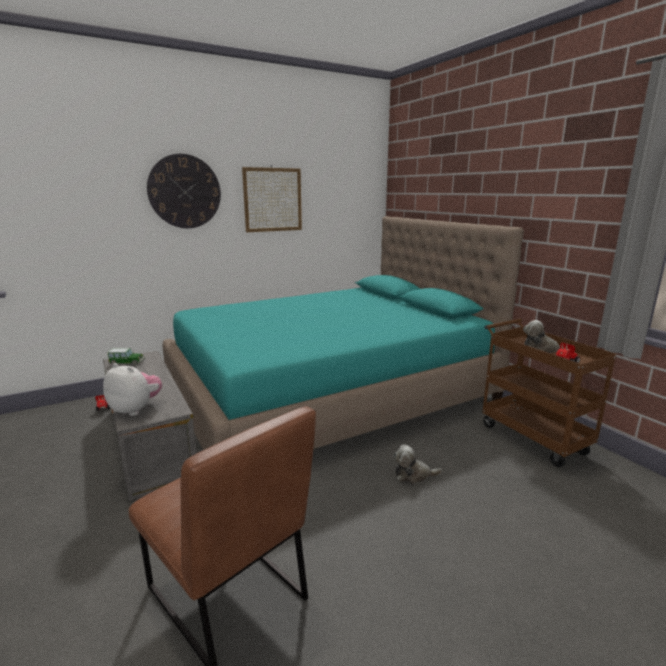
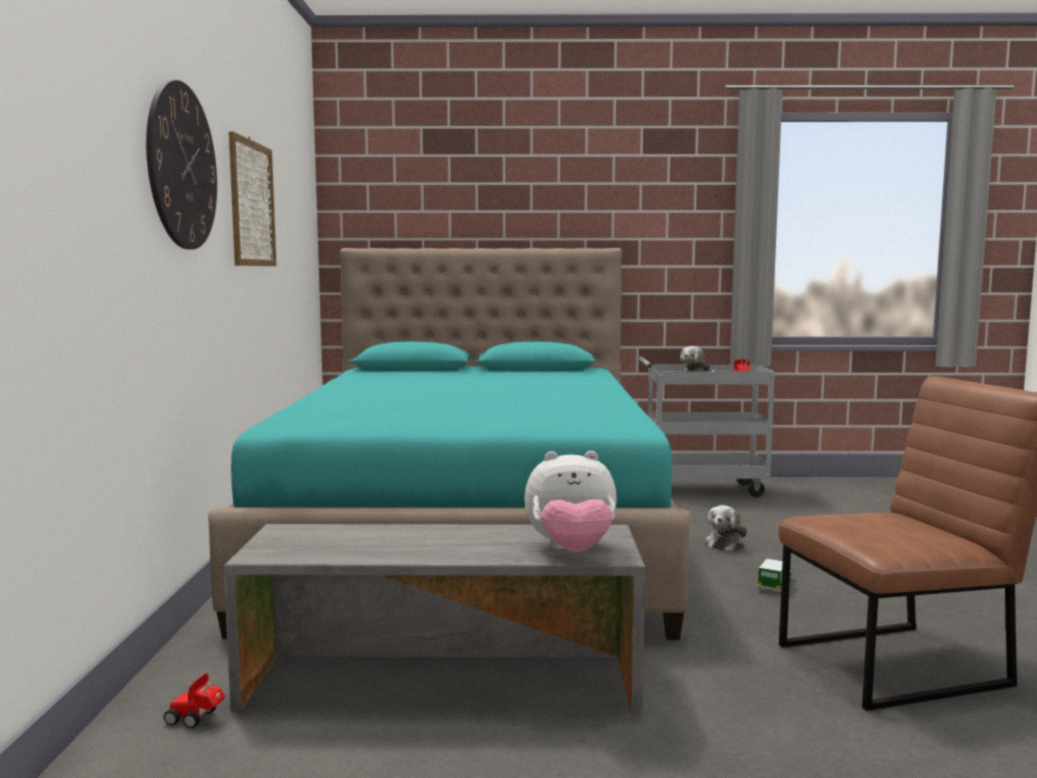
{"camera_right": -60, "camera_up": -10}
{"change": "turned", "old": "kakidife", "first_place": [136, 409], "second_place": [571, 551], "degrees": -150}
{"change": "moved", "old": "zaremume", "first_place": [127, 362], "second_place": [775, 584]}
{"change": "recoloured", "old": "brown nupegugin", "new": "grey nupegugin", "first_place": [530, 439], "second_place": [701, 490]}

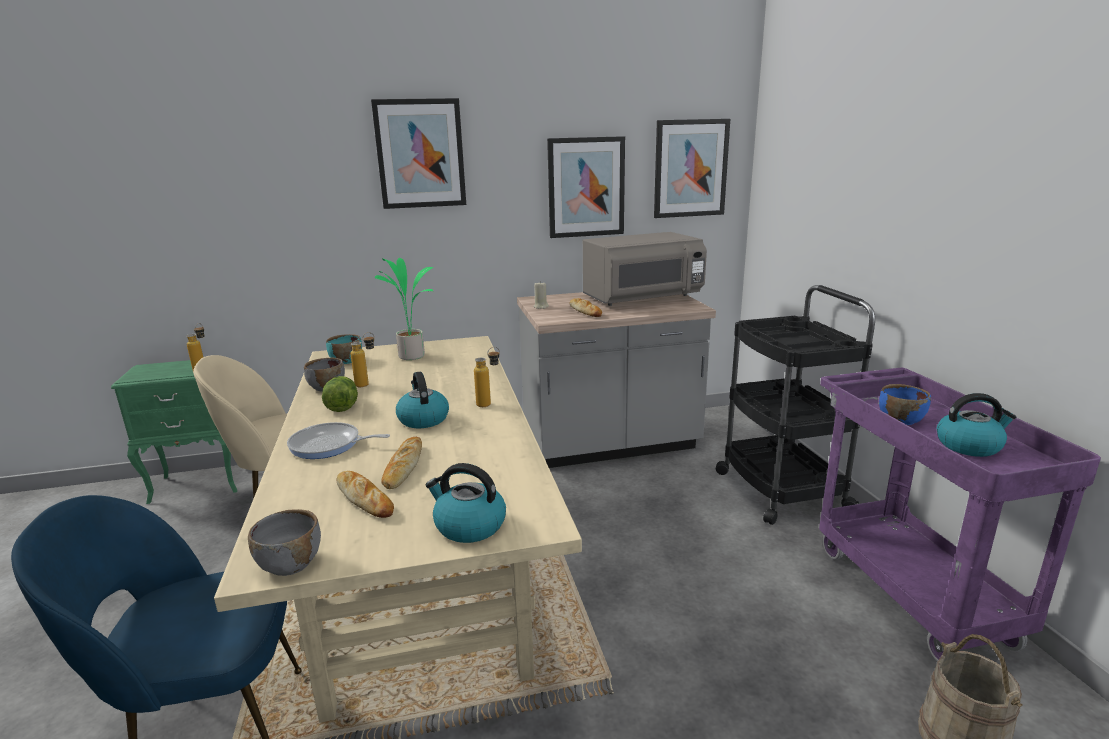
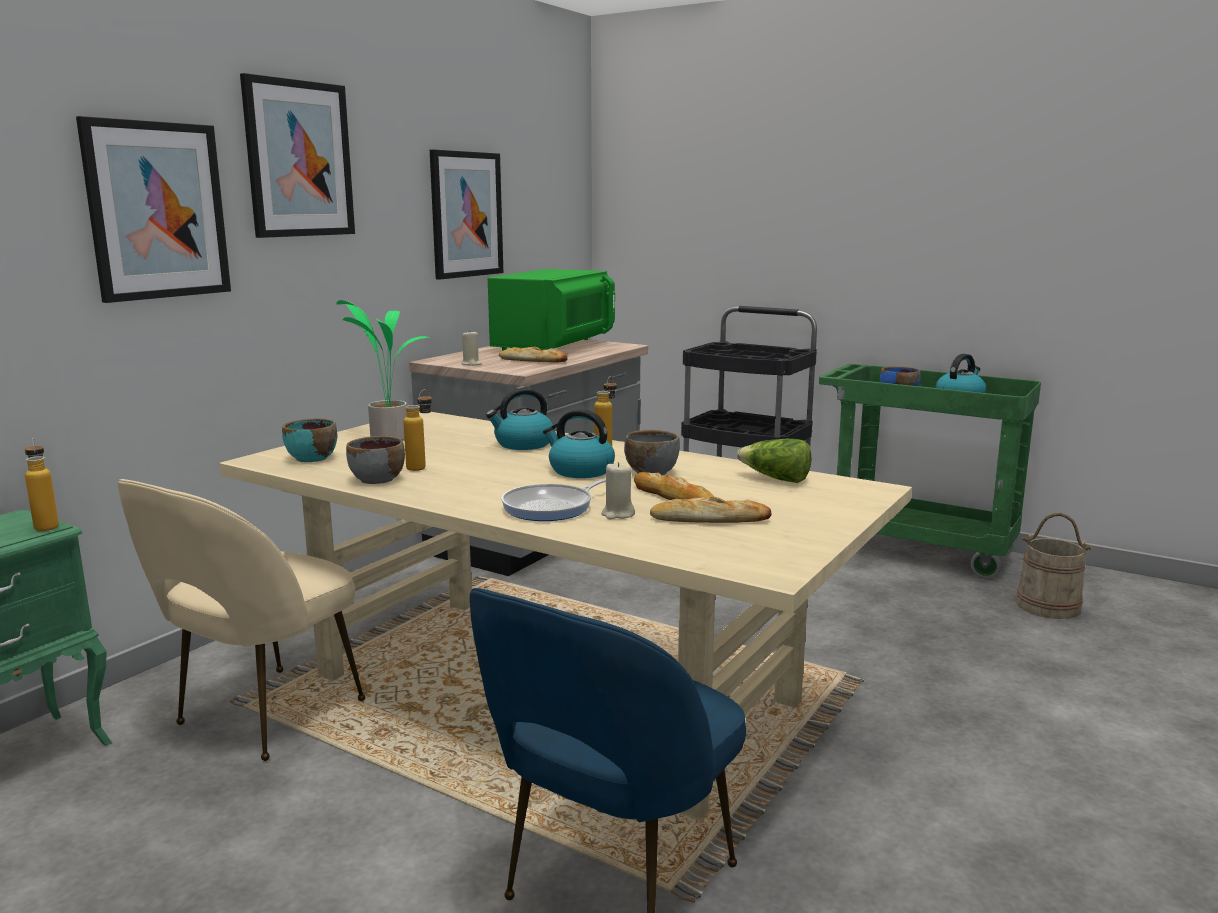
{"camera_right": -45, "camera_up": -5}
{"change": "moved", "old": "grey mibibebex", "first_place": [290, 564], "second_place": [651, 472]}
{"change": "moved", "old": "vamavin", "first_place": [341, 405], "second_place": [775, 479]}
{"change": "moved", "old": "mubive", "first_place": [469, 526], "second_place": [523, 444]}
{"change": "recoloured", "old": "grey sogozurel", "new": "green sogozurel", "first_place": [642, 299], "second_place": [555, 346]}
{"change": "moved", "old": "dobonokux", "first_place": [690, 168], "second_place": [157, 211]}
{"change": "recoloured", "old": "purple nupegugin", "new": "green nupegugin", "first_place": [904, 591], "second_place": [913, 551]}
{"change": "added", "new": "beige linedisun", "second_place": [617, 514]}

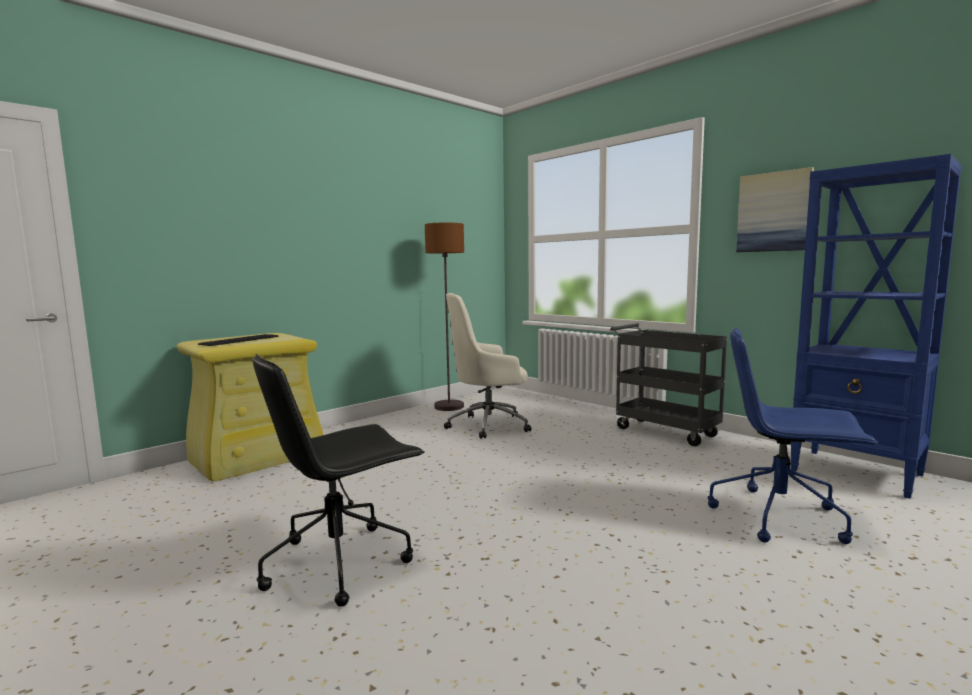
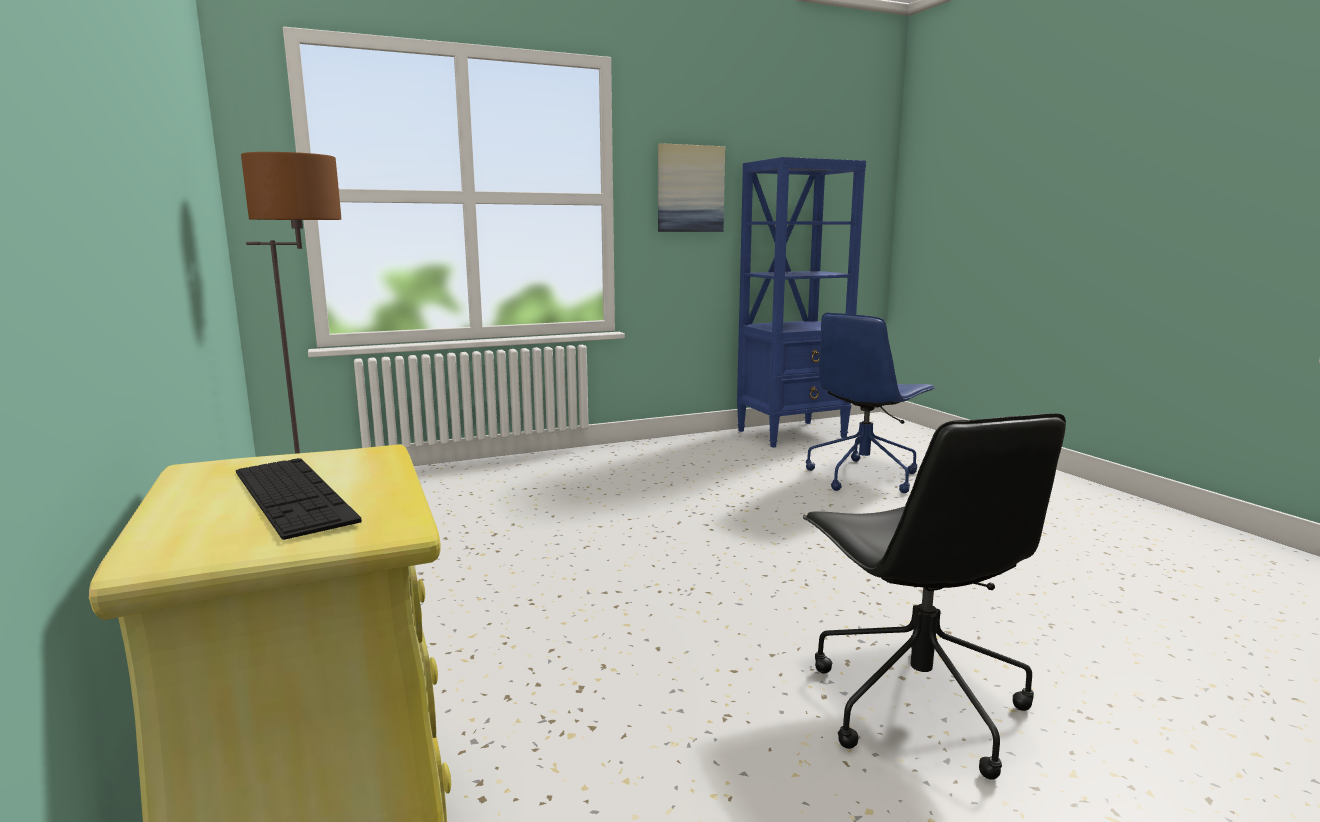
{"camera_right": -70, "camera_up": 5}
{"change": "removed", "old": "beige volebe", "first_place": [488, 426]}
{"change": "removed", "old": "grey nupegugin", "first_place": [663, 432]}

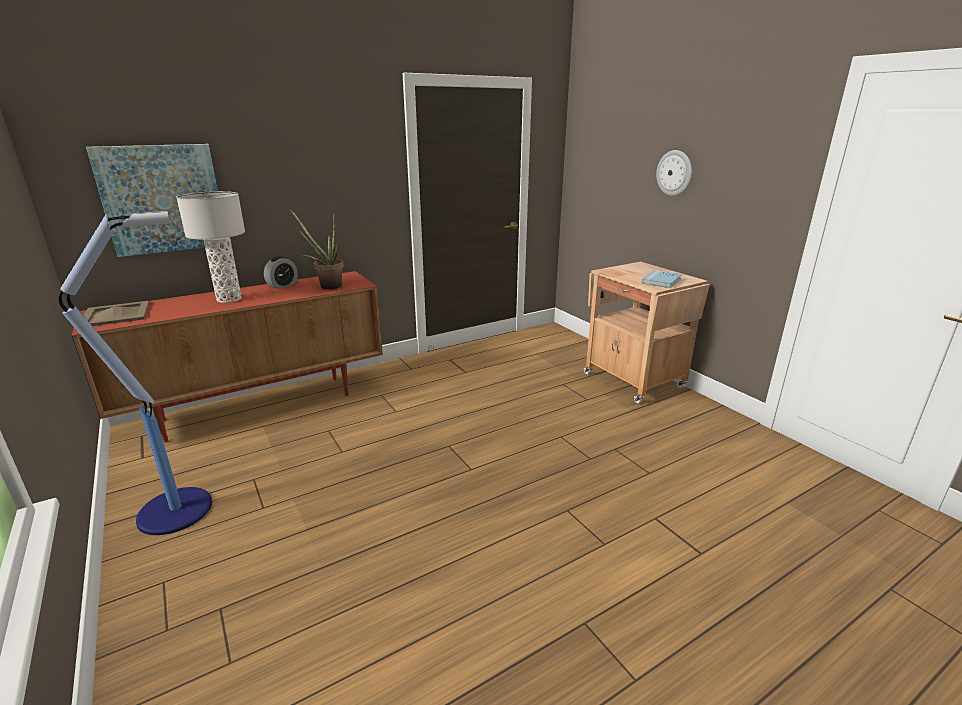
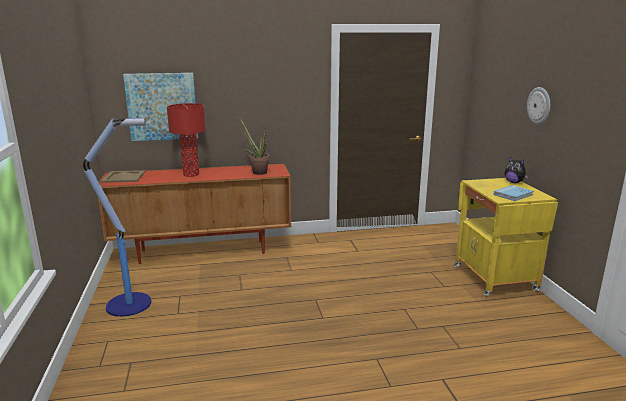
{"camera_right": 20, "camera_up": -5}
{"change": "recoloured", "old": "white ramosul", "new": "red ramosul", "first_place": [229, 299], "second_place": [191, 174]}
{"change": "removed", "old": "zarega", "first_place": [282, 285]}
{"change": "recoloured", "old": "brown nupegugin", "new": "yellow nupegugin", "first_place": [634, 382], "second_place": [495, 280]}
{"change": "added", "new": "kakidife", "second_place": [514, 182]}

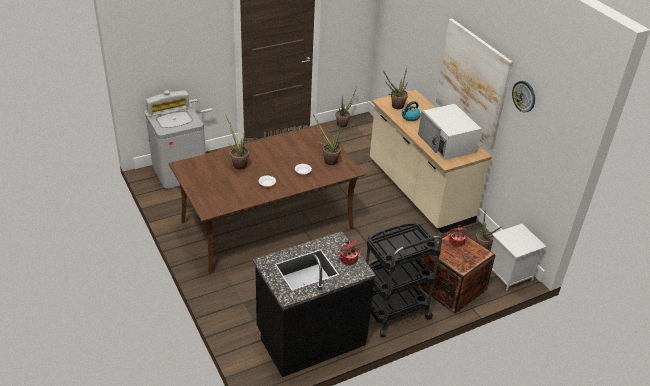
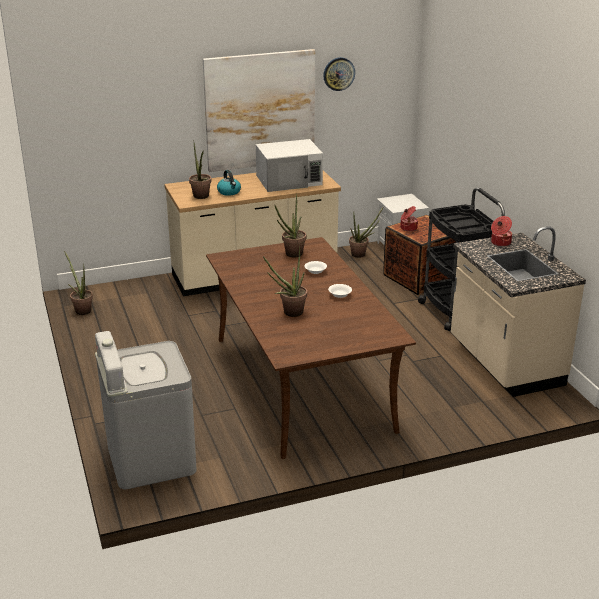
{"camera_right": -80, "camera_up": -10}
{"change": "recoloured", "old": "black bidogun", "new": "beige bidogun", "first_place": [310, 337], "second_place": [504, 364]}

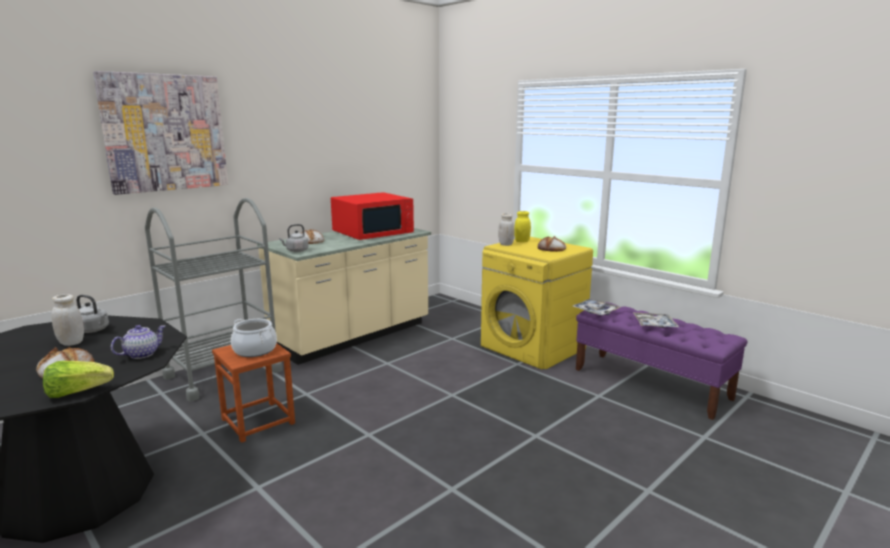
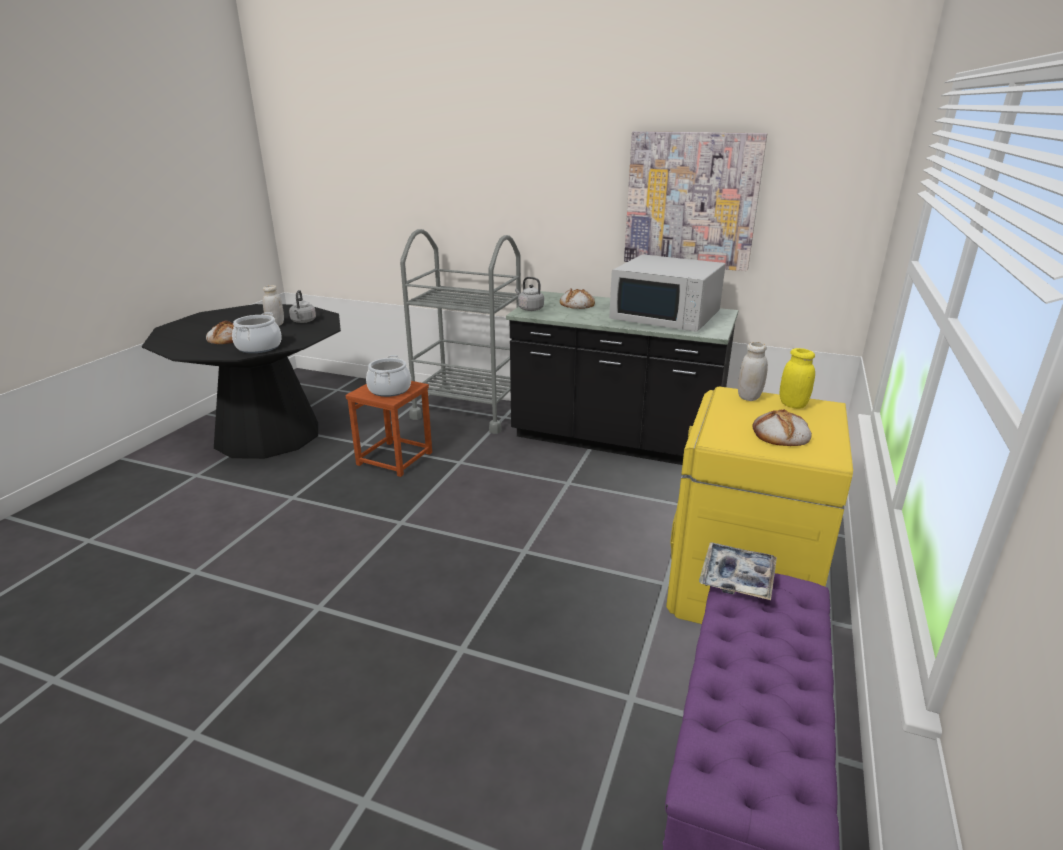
{"camera_right": 65, "camera_up": 10}
{"change": "removed", "old": "vamavin", "first_place": [77, 392]}
{"change": "moved", "old": "dobonokux", "first_place": [165, 133], "second_place": [691, 201]}
{"change": "replaced", "old": "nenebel", "new": "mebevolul", "first_place": [142, 354], "second_place": [259, 347]}
{"change": "recoloured", "old": "beige bidogun", "new": "black bidogun", "first_place": [353, 336], "second_place": [615, 440]}
{"change": "recoloured", "old": "red sogozurel", "new": "white sogozurel", "first_place": [373, 232], "second_place": [666, 316]}
{"change": "removed", "old": "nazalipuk", "first_place": [654, 325]}

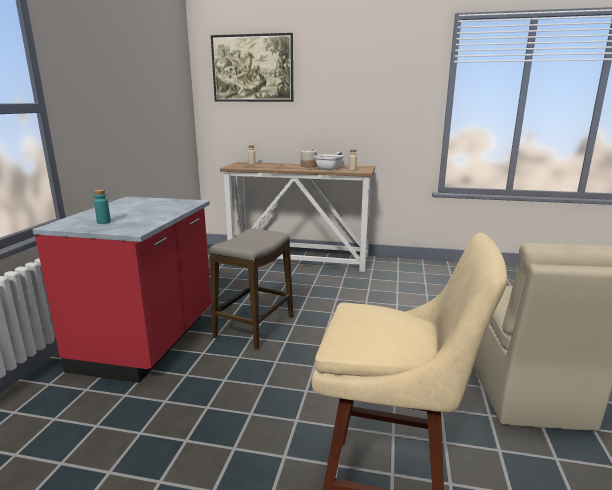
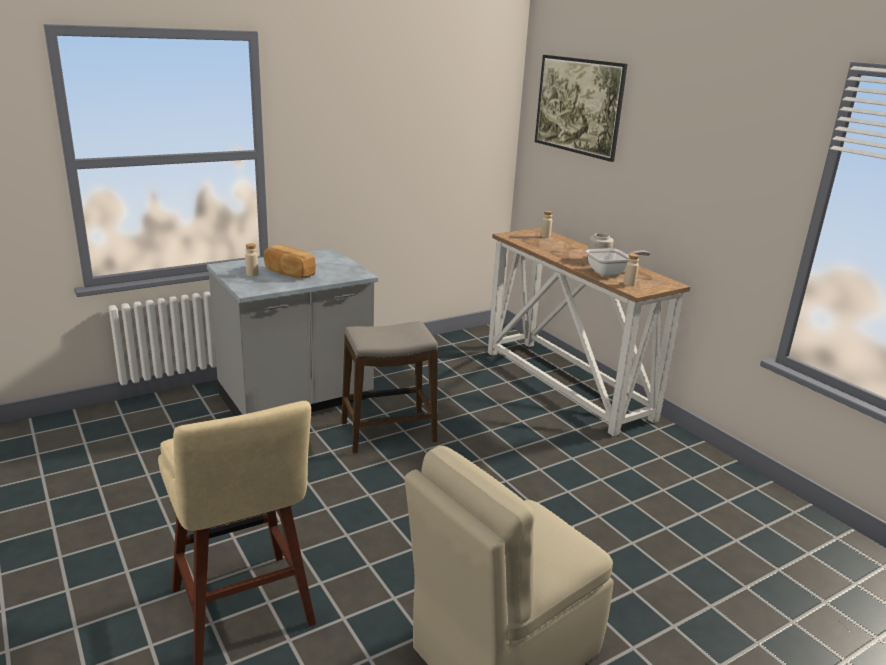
{"camera_right": 45, "camera_up": 5}
{"change": "recoloured", "old": "red bidogun", "new": "grey bidogun", "first_place": [148, 342], "second_place": [296, 400]}
{"change": "recoloured", "old": "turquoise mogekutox", "new": "beige mogekutox", "first_place": [104, 222], "second_place": [252, 274]}
{"change": "added", "new": "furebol", "second_place": [289, 273]}

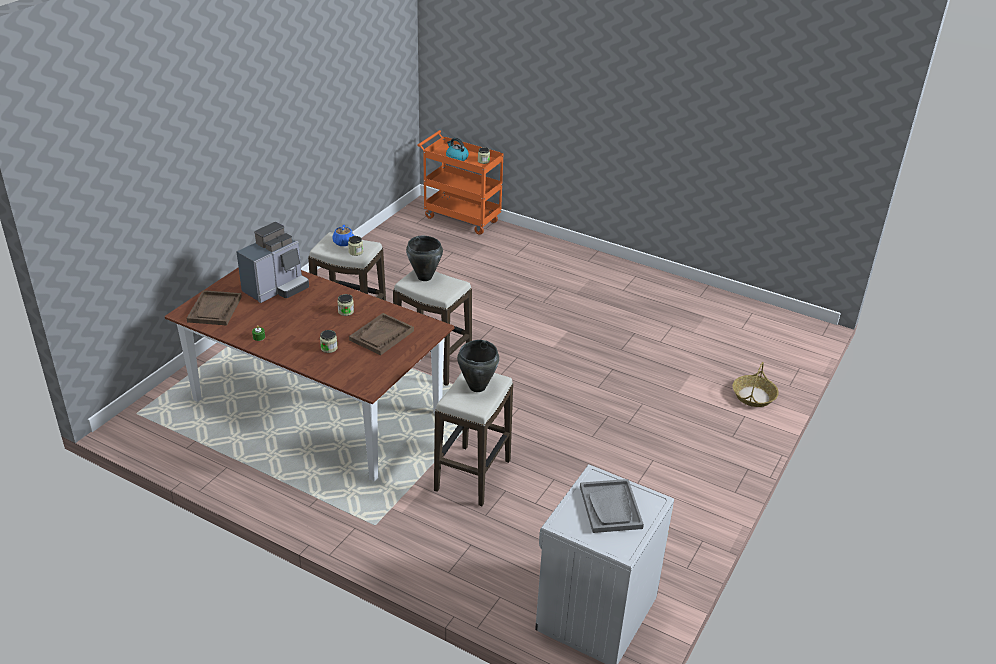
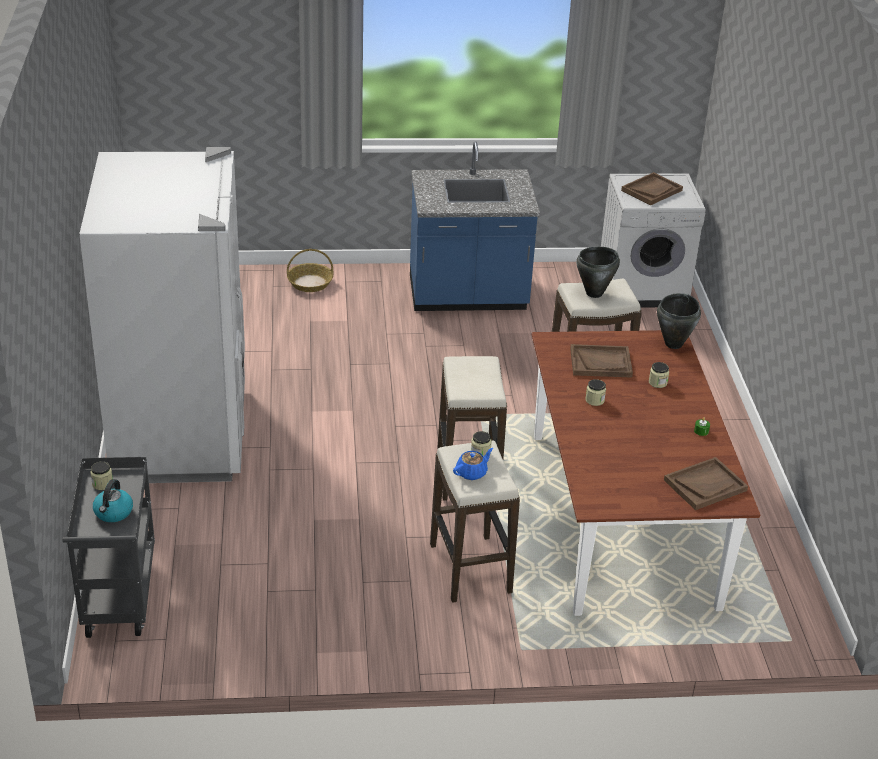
{"camera_right": -125, "camera_up": 0}
{"change": "removed", "old": "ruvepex", "first_place": [276, 288]}
{"change": "moved", "old": "black mebevolul", "first_place": [424, 277], "second_place": [674, 344]}
{"change": "recoloured", "old": "orange nupegugin", "new": "grey nupegugin", "first_place": [460, 220], "second_place": [119, 599]}
{"change": "recoloured", "old": "grey nazalipuk", "new": "brown nazalipuk", "first_place": [610, 507], "second_place": [651, 190]}
{"change": "added", "new": "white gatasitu", "second_place": [182, 433]}
{"change": "added", "new": "blue bidogun", "second_place": [468, 296]}

